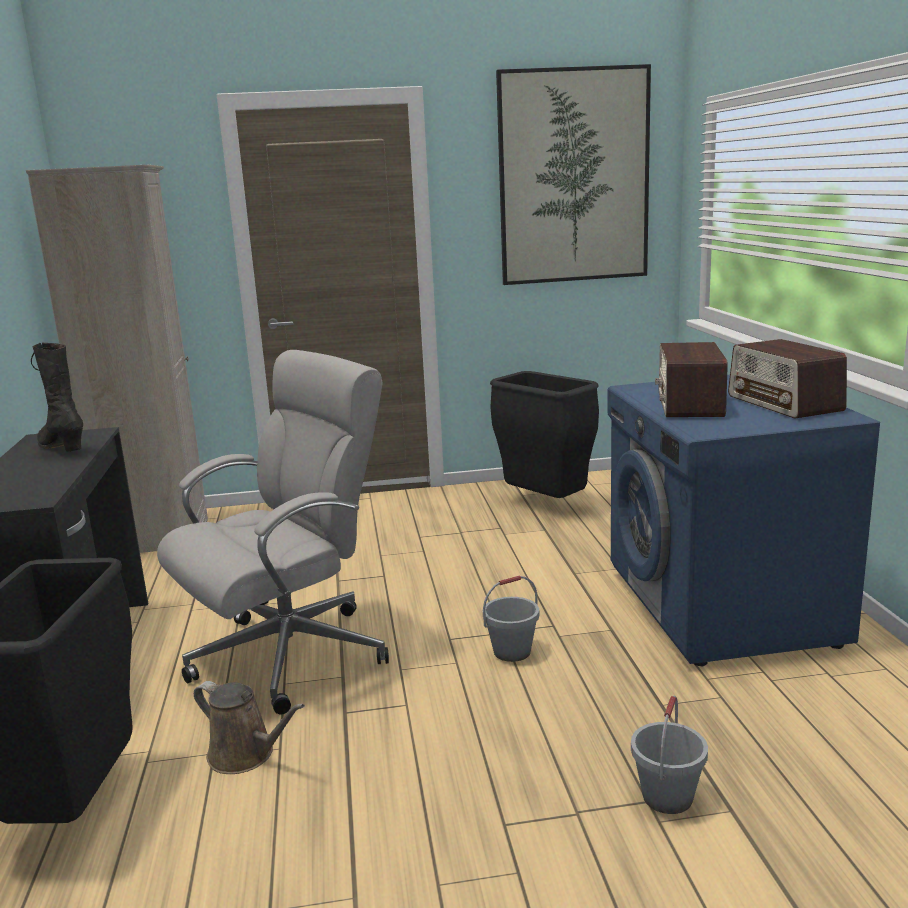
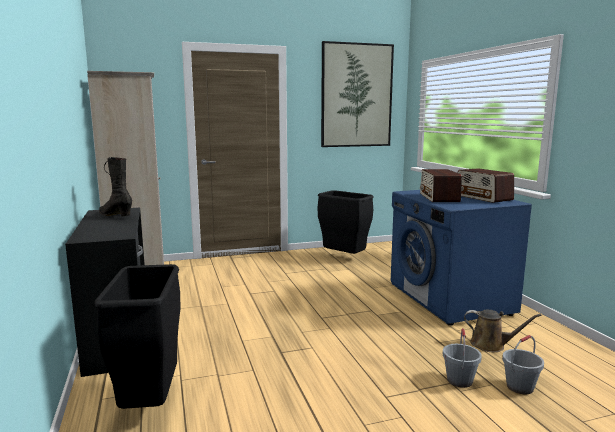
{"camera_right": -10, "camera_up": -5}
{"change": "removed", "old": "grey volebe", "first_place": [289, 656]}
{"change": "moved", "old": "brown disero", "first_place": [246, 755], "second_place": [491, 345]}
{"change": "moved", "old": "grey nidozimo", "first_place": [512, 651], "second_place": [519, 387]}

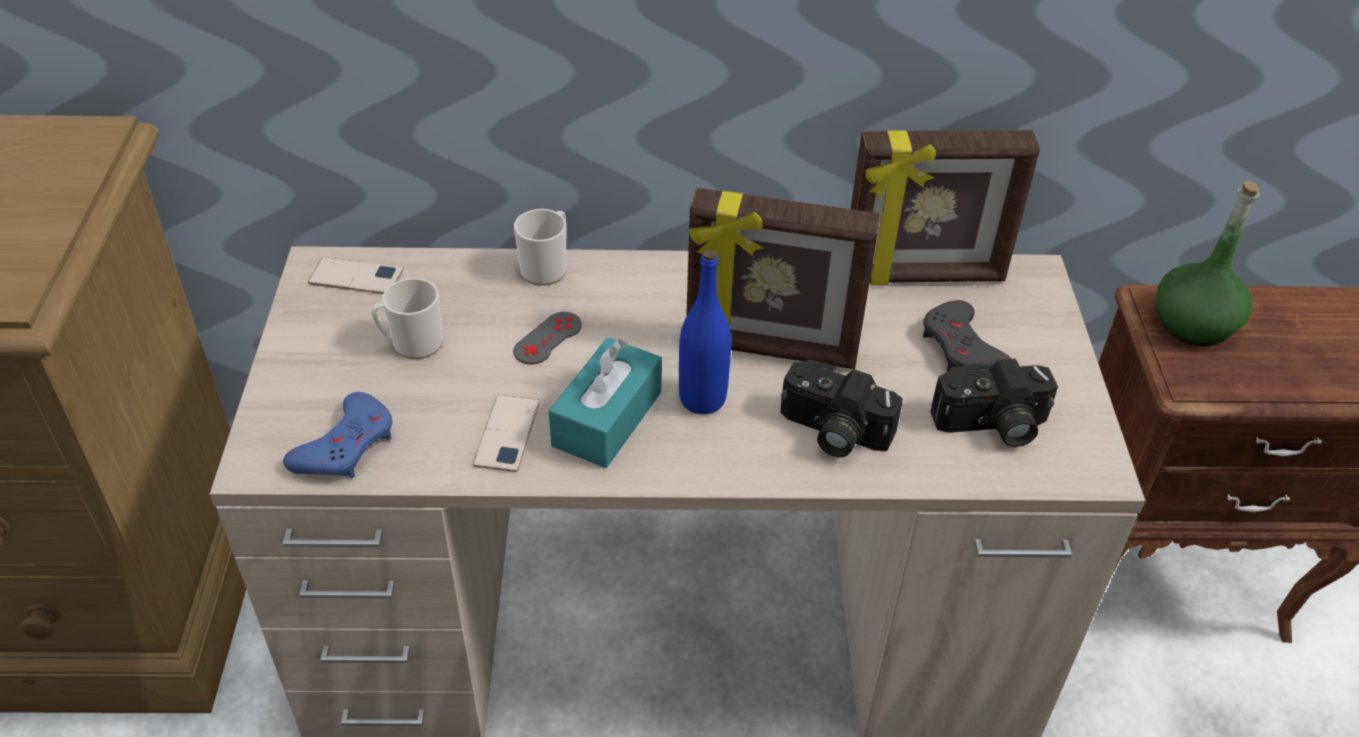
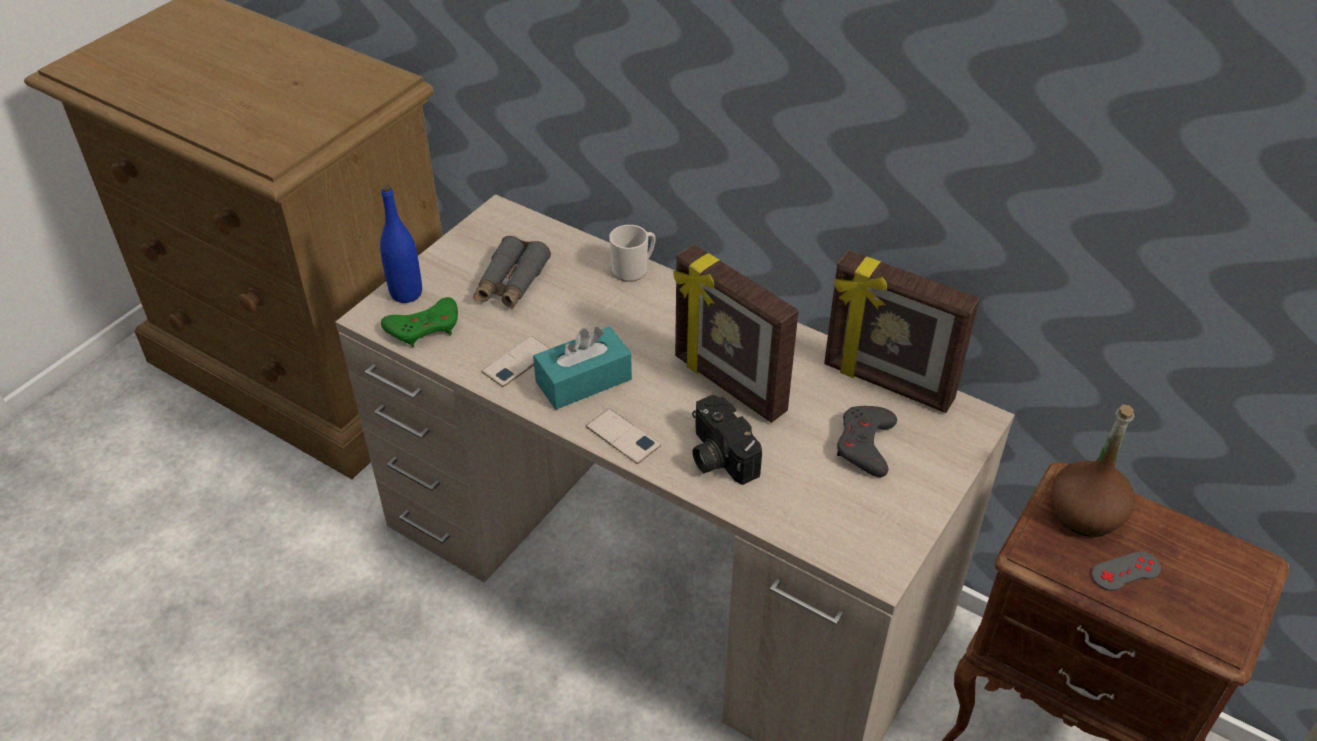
{"camera_right": 35, "camera_up": 0}
{"change": "recoloured", "old": "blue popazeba", "new": "green popazeba", "first_place": [346, 446], "second_place": [424, 327]}
{"change": "moved", "old": "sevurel", "first_place": [356, 277], "second_place": [623, 436]}
{"change": "replaced", "old": "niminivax", "new": "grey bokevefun", "first_place": [412, 344], "second_place": [511, 283]}
{"change": "moved", "old": "grey popazeba", "first_place": [548, 338], "second_place": [1125, 571]}
{"change": "moved", "old": "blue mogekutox", "first_place": [702, 399], "second_place": [406, 293]}
{"change": "removed", "old": "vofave", "first_place": [992, 426]}
{"change": "recoloured", "old": "green mogekutox", "new": "brown mogekutox", "first_place": [1194, 324], "second_place": [1086, 514]}

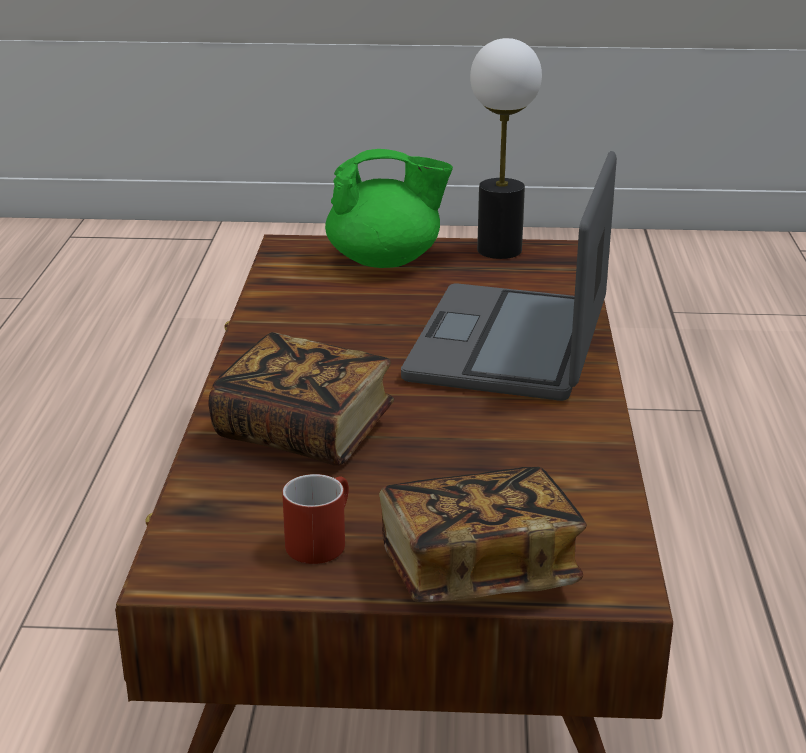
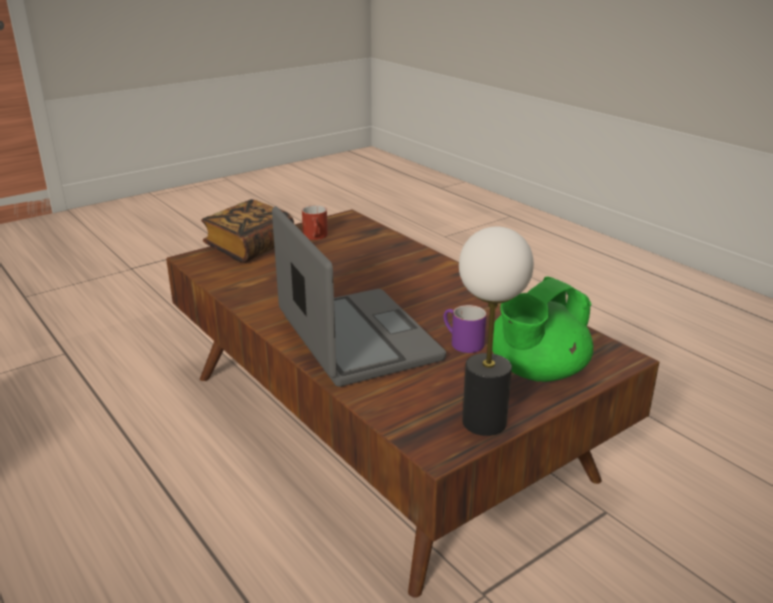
{"camera_right": 140, "camera_up": 0}
{"change": "removed", "old": "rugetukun", "first_place": [304, 431]}
{"change": "added", "new": "purple niminivax", "second_place": [461, 343]}

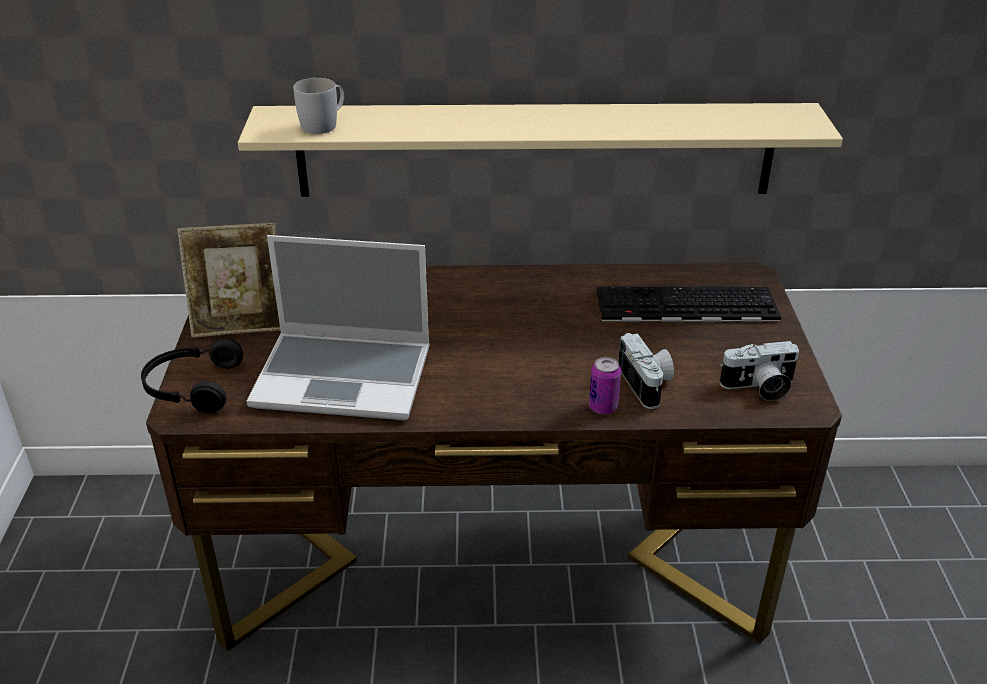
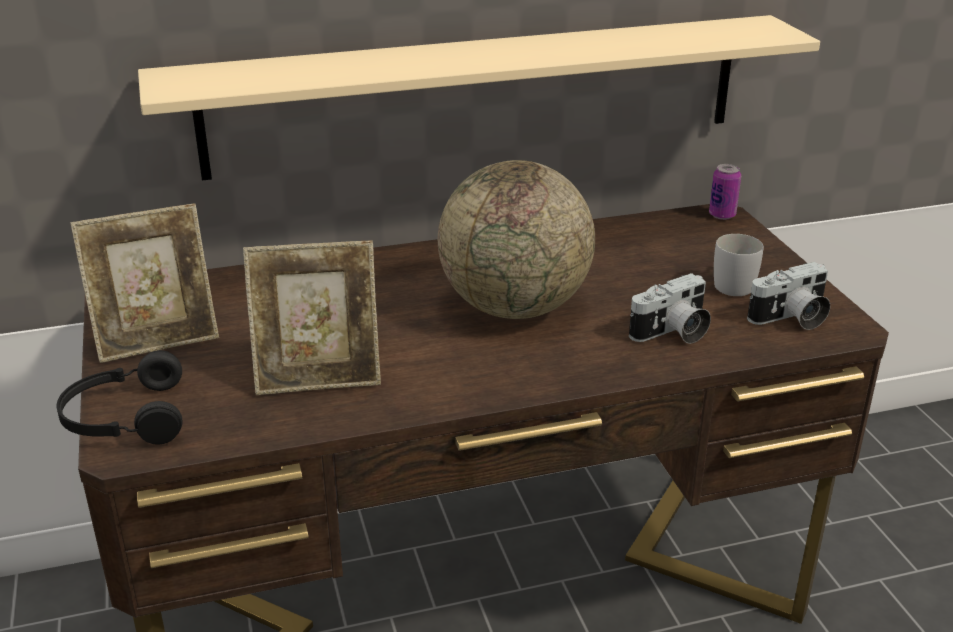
{"camera_right": -15, "camera_up": -5}
{"change": "replaced", "old": "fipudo", "new": "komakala", "first_place": [346, 377], "second_place": [319, 377]}
{"change": "moved", "old": "white niminivax", "first_place": [324, 124], "second_place": [735, 283]}
{"change": "moved", "old": "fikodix", "first_place": [603, 407], "second_place": [722, 215]}
{"change": "removed", "old": "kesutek", "first_place": [684, 306]}
{"change": "turned", "old": "vofave", "first_place": [648, 384], "second_place": [672, 333], "degrees": 90}
{"change": "added", "new": "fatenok", "second_place": [515, 307]}

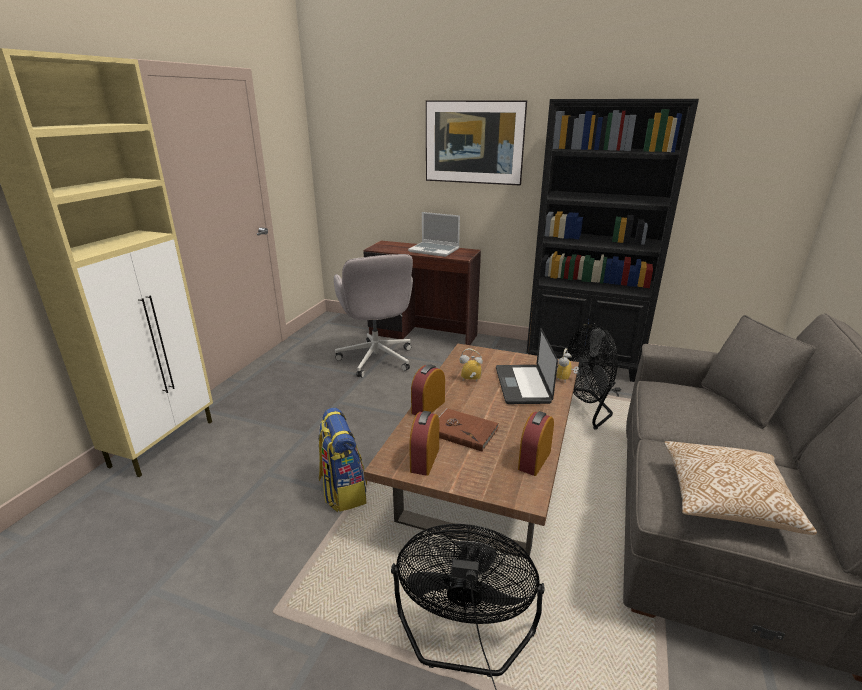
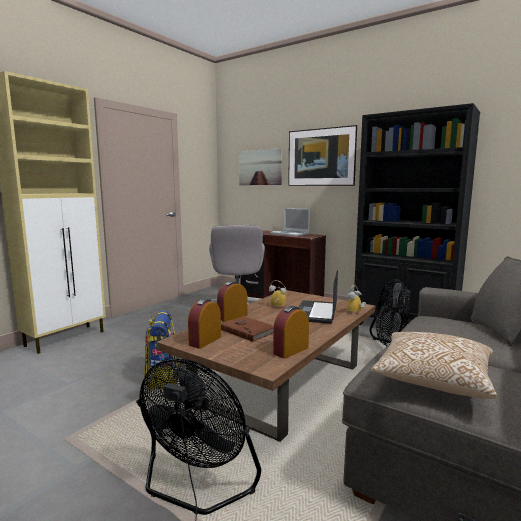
{"camera_right": 15, "camera_up": -15}
{"change": "added", "new": "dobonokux", "second_place": [260, 167]}

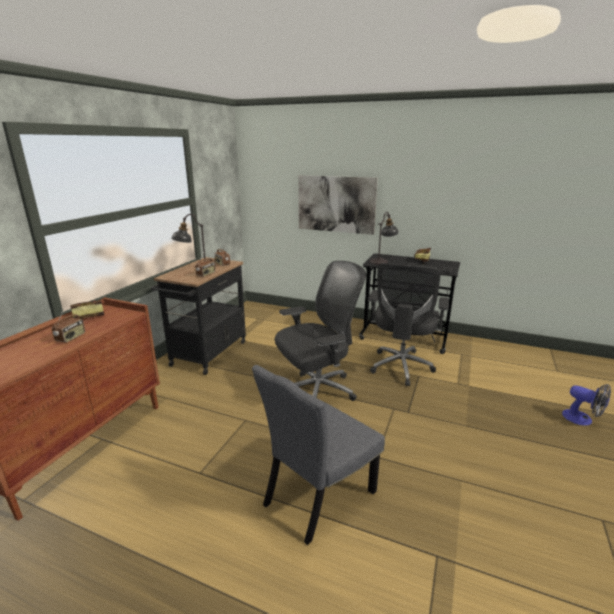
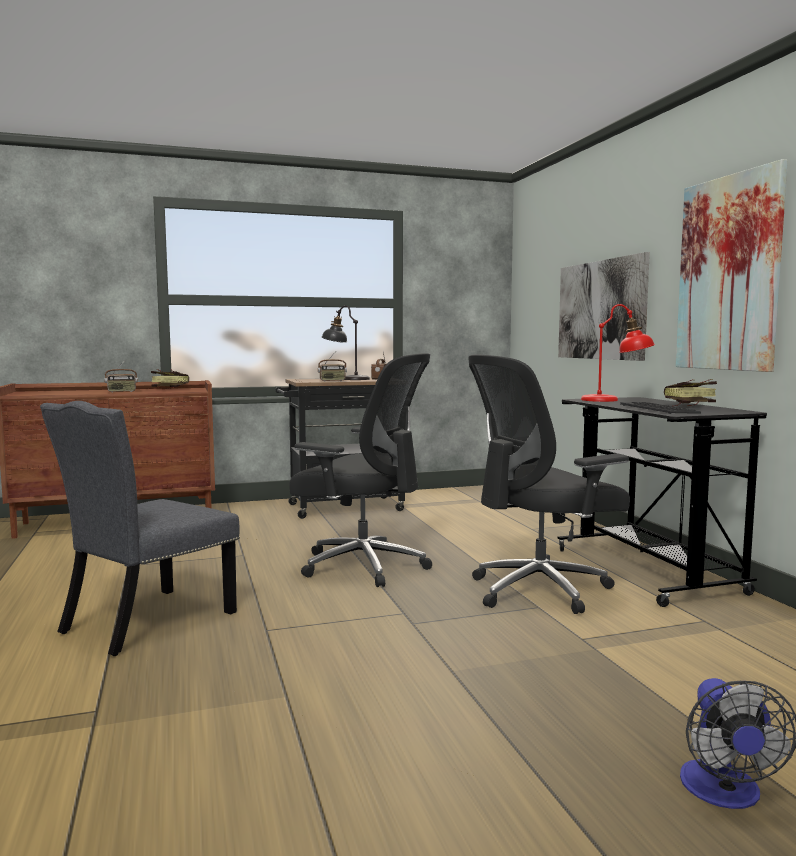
{"camera_right": 50, "camera_up": -15}
{"change": "turned", "old": "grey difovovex", "first_place": [319, 494], "second_place": [150, 620], "degrees": -60}
{"change": "recoloured", "old": "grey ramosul", "new": "red ramosul", "first_place": [382, 260], "second_place": [615, 400]}
{"change": "added", "new": "dobonokux", "second_place": [728, 274]}

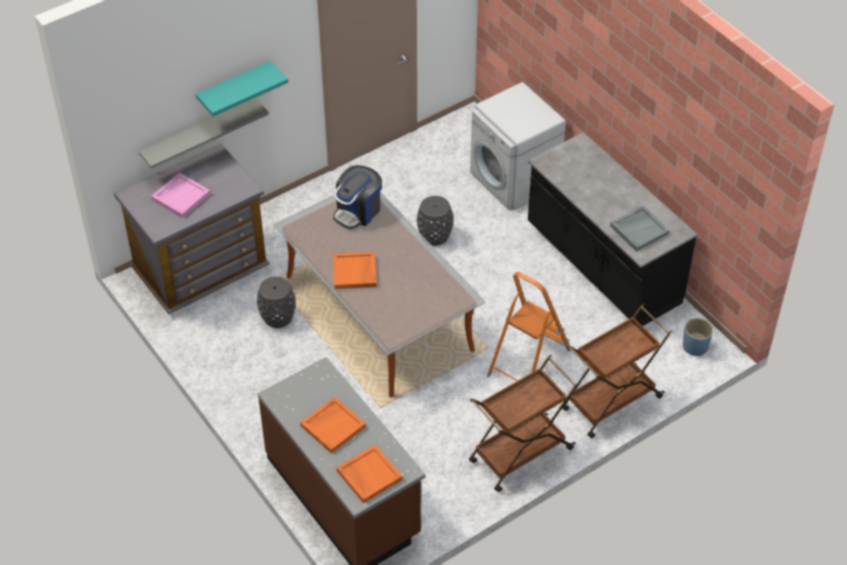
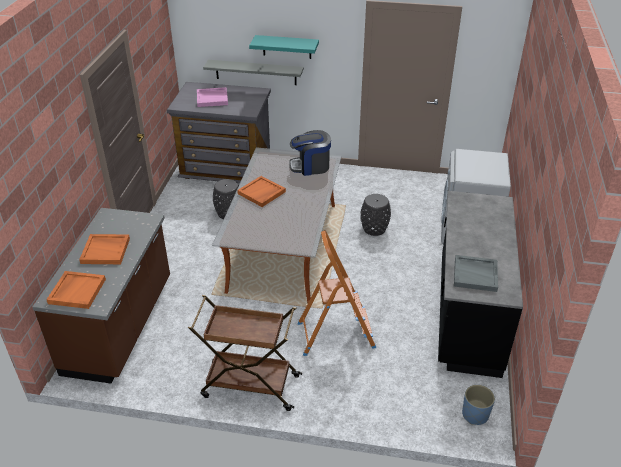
{"camera_right": 45, "camera_up": -10}
{"change": "removed", "old": "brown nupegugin", "first_place": [611, 403]}

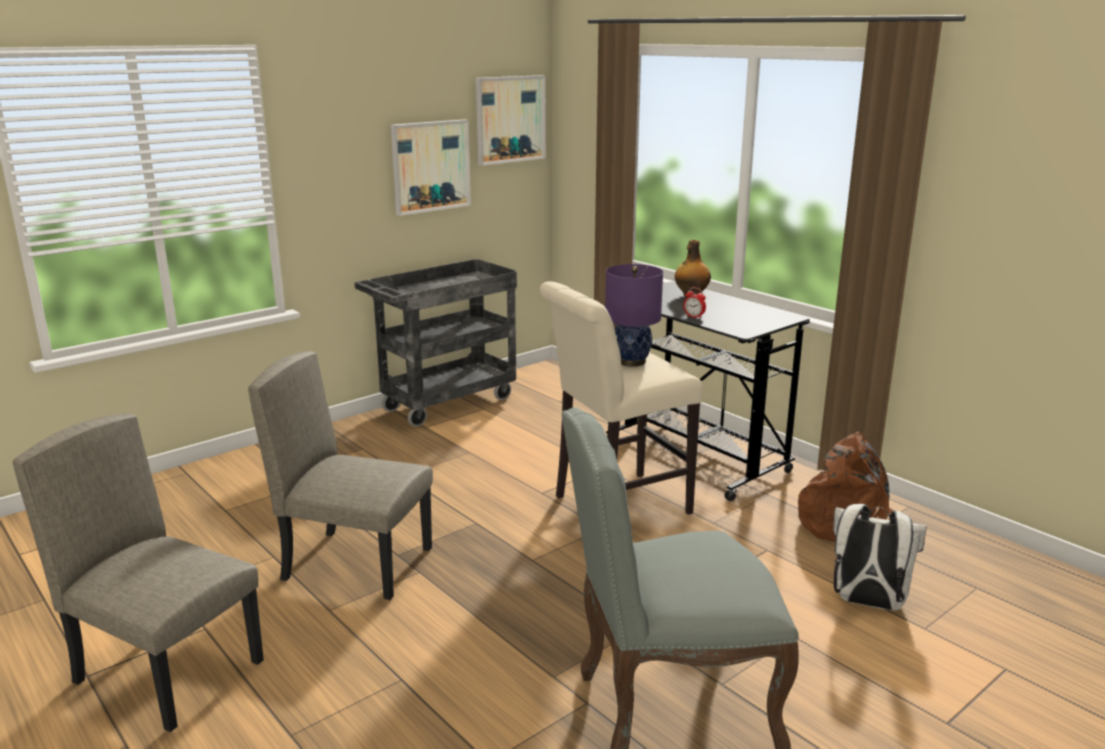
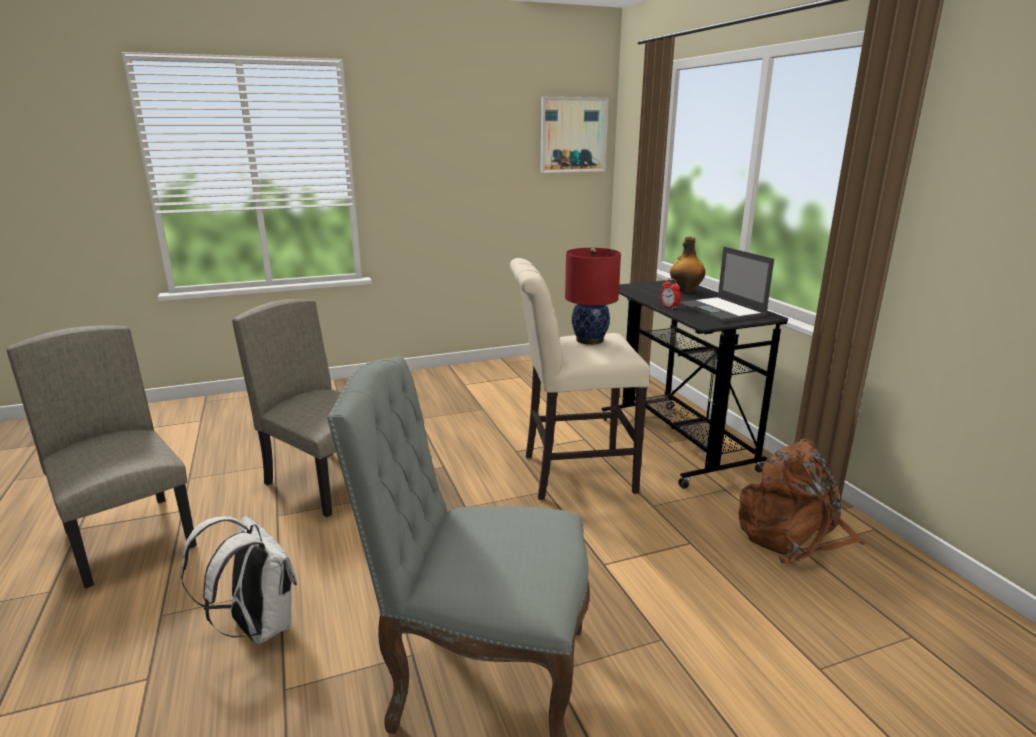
{"camera_right": 20, "camera_up": 0}
{"change": "removed", "old": "black nupegugin", "first_place": [444, 406]}
{"change": "removed", "old": "dobonokux", "first_place": [430, 166]}
{"change": "recoloured", "old": "purple ramosul", "new": "red ramosul", "first_place": [631, 361], "second_place": [589, 340]}
{"change": "moved", "old": "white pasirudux", "first_place": [866, 603], "second_place": [257, 627]}
{"change": "added", "new": "fipudo", "second_place": [721, 310]}

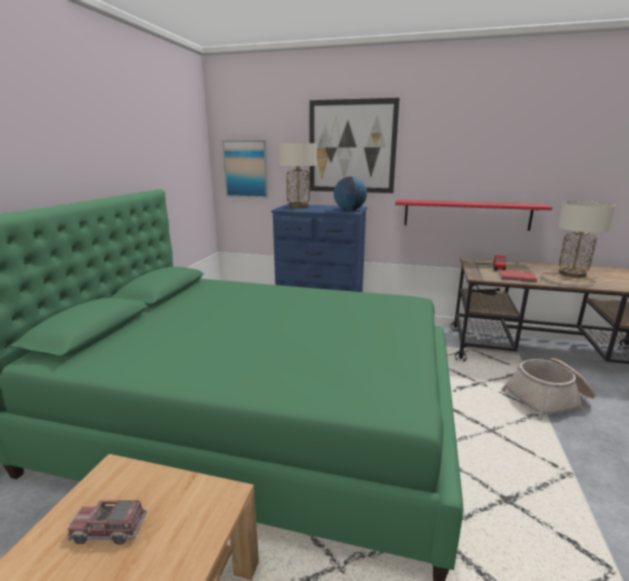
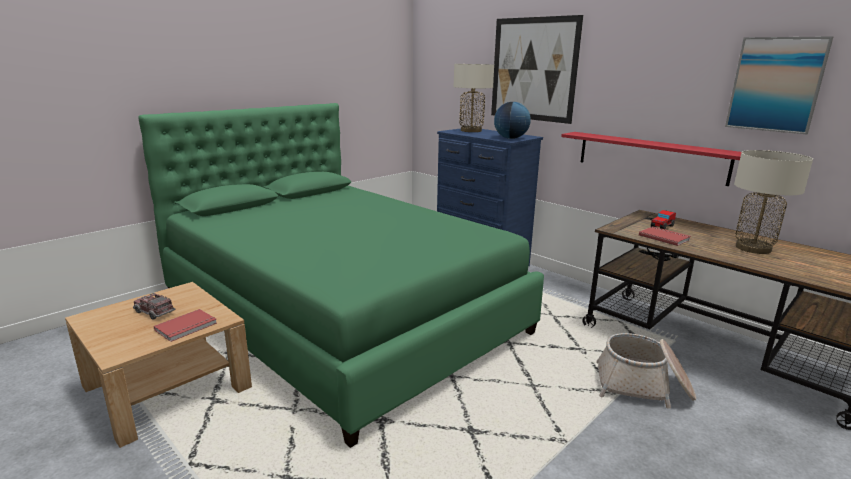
{"camera_right": 30, "camera_up": 0}
{"change": "moved", "old": "dobonokux", "first_place": [246, 169], "second_place": [776, 84]}
{"change": "added", "new": "red rugetukun", "second_place": [187, 327]}

